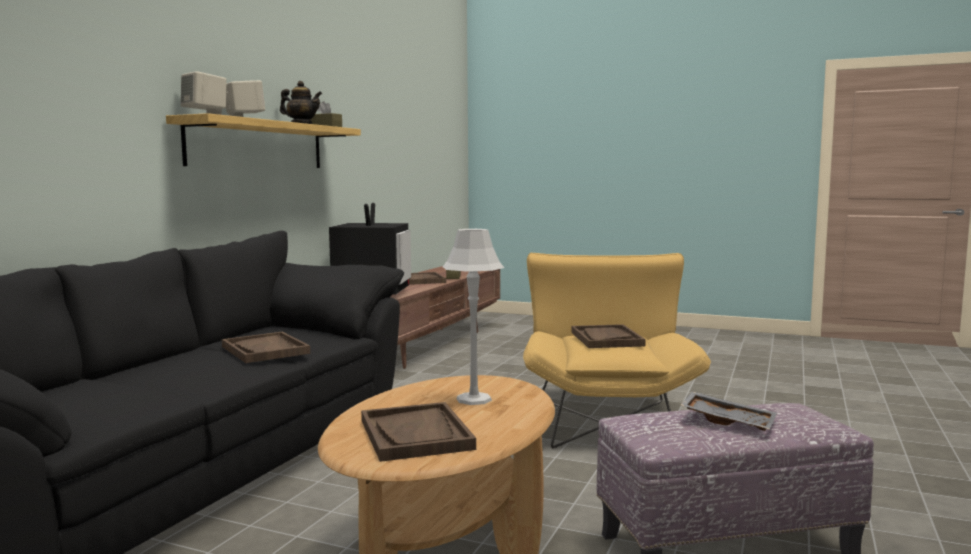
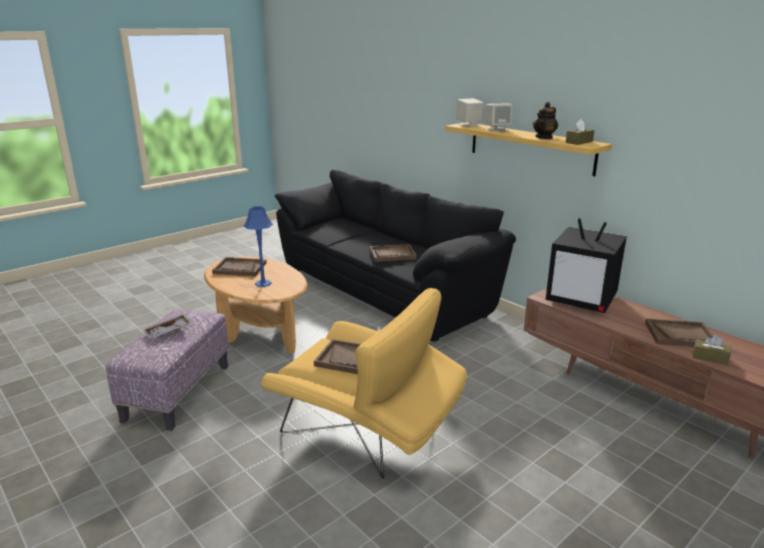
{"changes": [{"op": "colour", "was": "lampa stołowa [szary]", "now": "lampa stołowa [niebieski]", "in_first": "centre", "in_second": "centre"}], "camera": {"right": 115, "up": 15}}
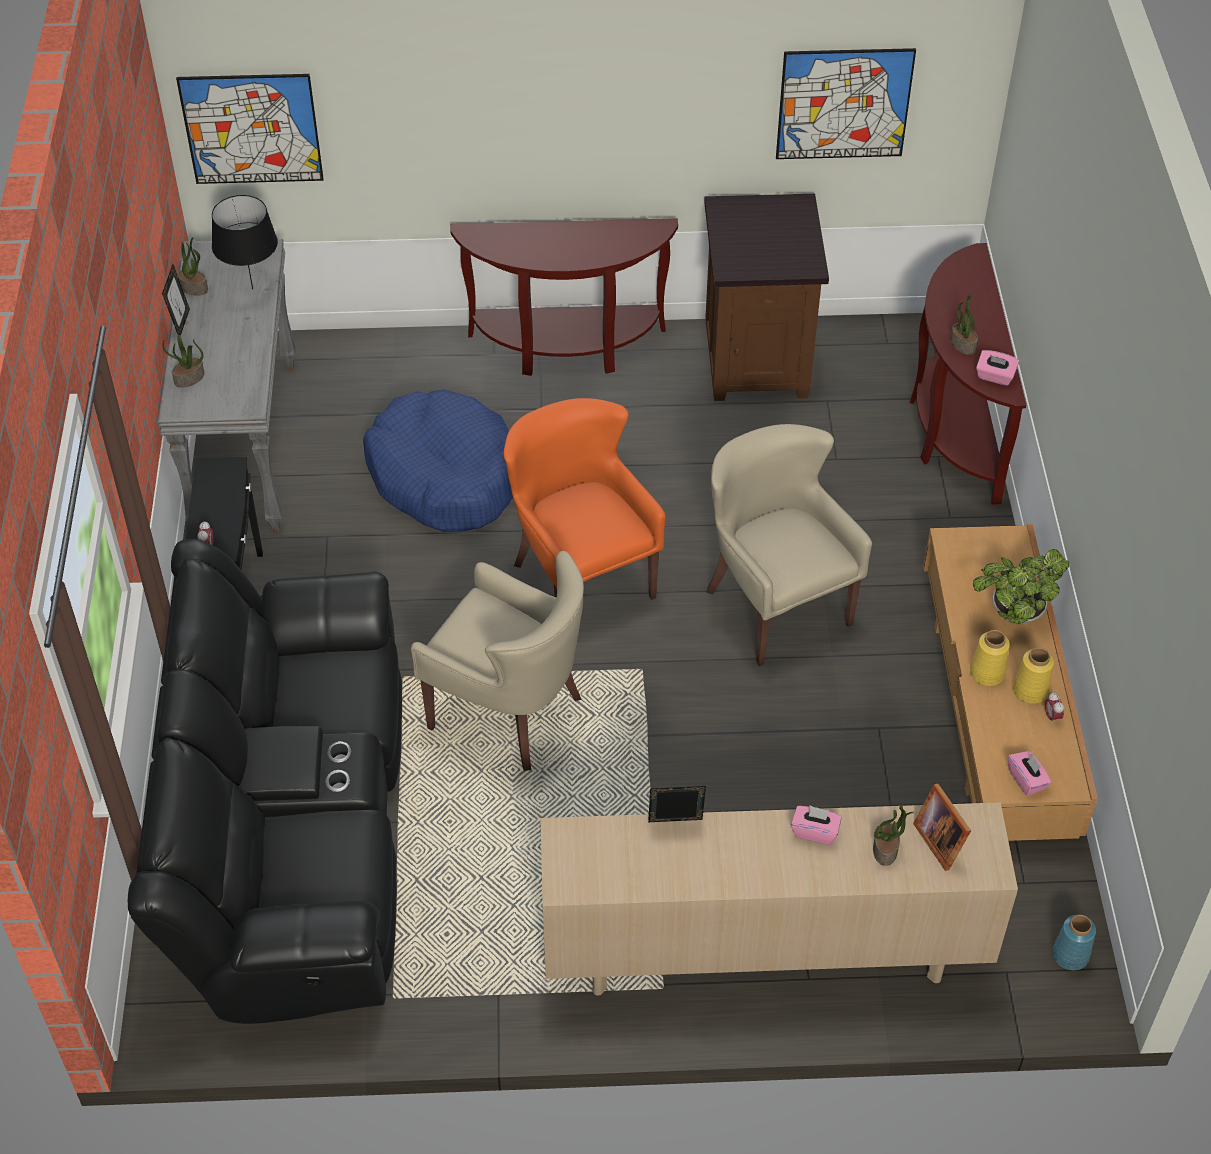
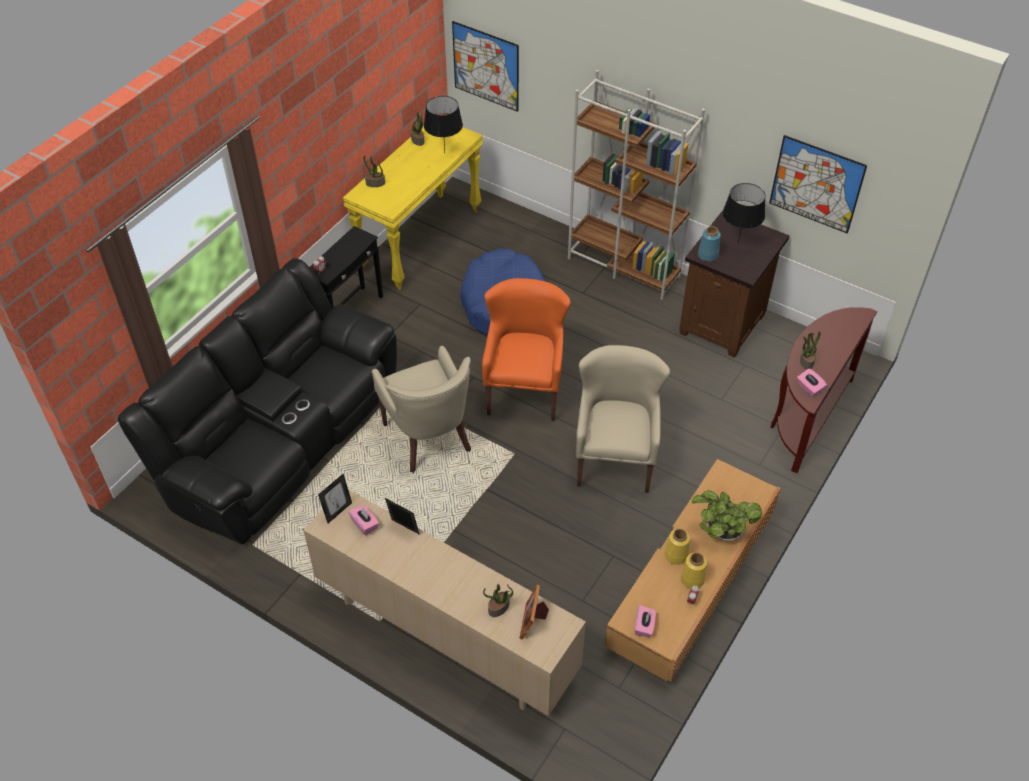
{"changes": [{"op": "relocated", "was": "ramka na zdjęcie (no. 1 from left)", "in_first": "top left", "in_second": "middle left"}, {"op": "colour", "was": "stolik konsolowy [szary]", "now": "stolik konsolowy [żółty]", "in_first": "middle left", "in_second": "top centre"}, {"op": "relocated", "was": "pudełko chusteczek [różowy] (no. 1 from left)", "in_first": "bottom right", "in_second": "centre"}, {"op": "exchanged", "was": "stolik konsolowy [brązowy] (no. 1 from left)", "now": "regał [brązowy]", "in_first": "top centre", "in_second": "top centre"}, {"op": "relocated", "was": "wazon [niebieski]", "in_first": "bottom right", "in_second": "top right"}, {"op": "appeared", "now": "lampa stołowa [czarny] (no. 2 from left)", "in_second": "top right"}], "camera": {"right": 35, "up": 0}}
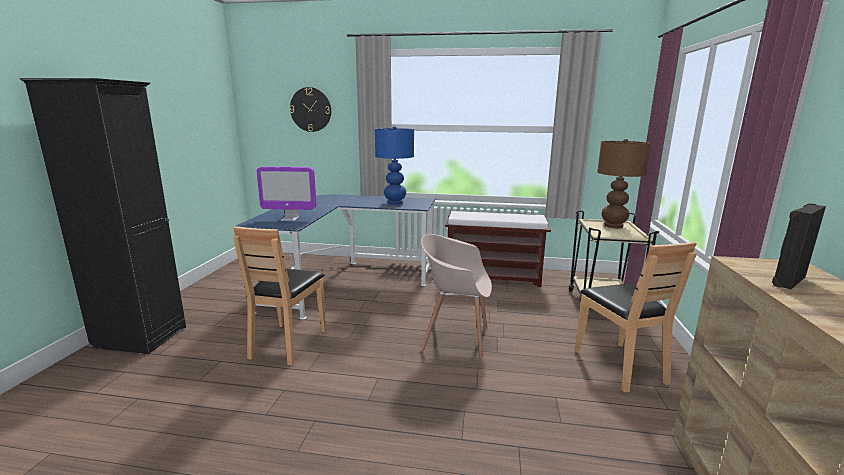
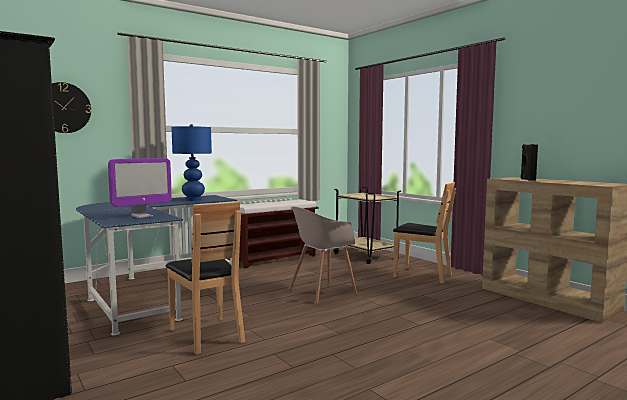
{"changes": [{"op": "missing", "was": "lampa stołowa [brązowy]", "in_first": "middle right"}], "camera": {"right": -45, "up": -10}}
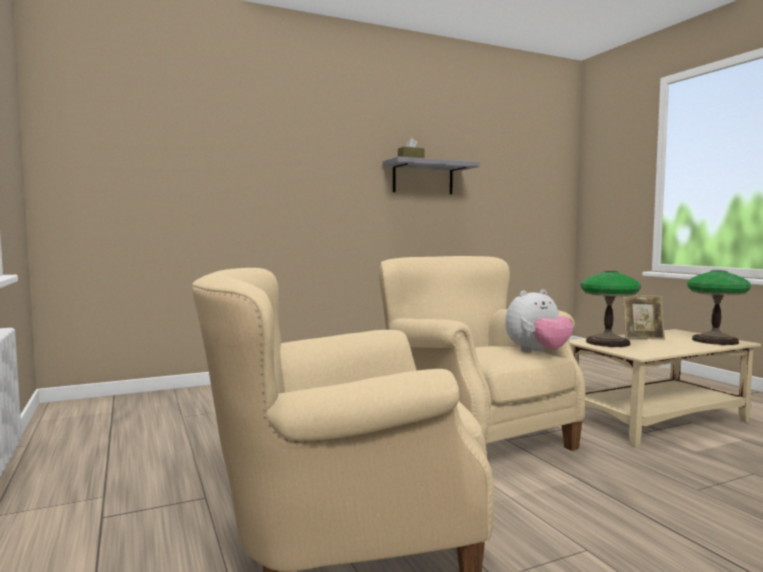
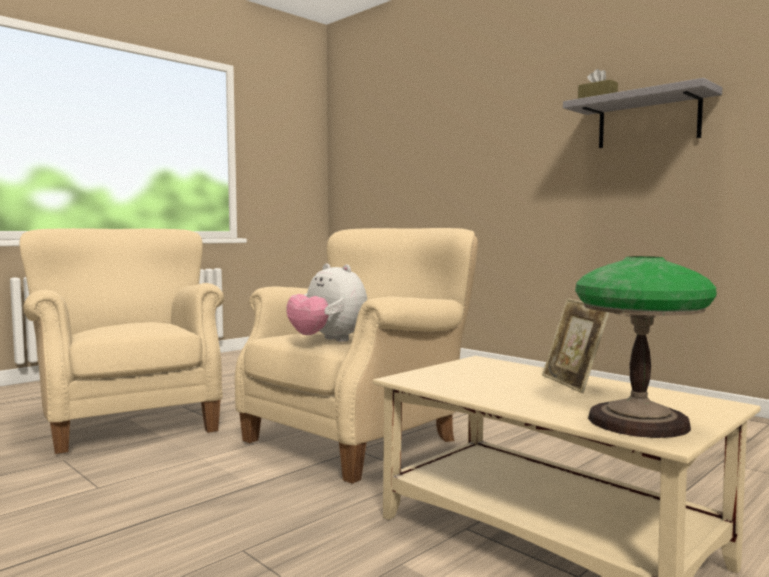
{"changes": [{"op": "missing", "was": "lampa stołowa (no. 1 from left)", "in_first": "middle right"}], "camera": {"right": 70, "up": 0}}
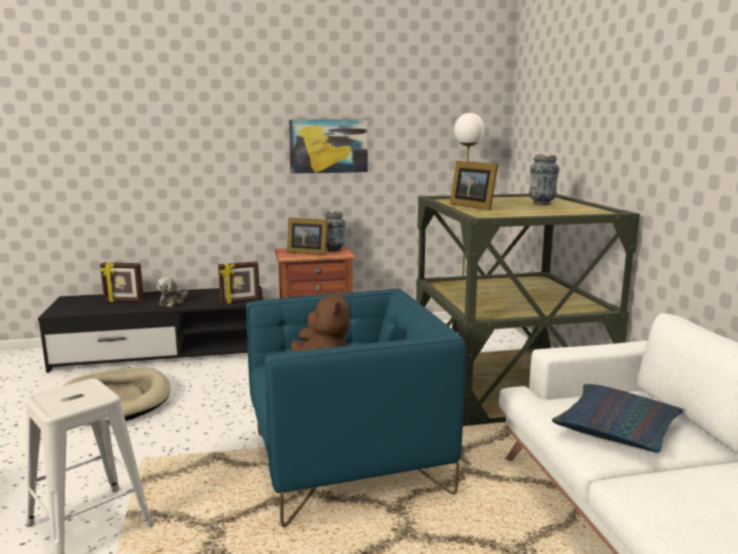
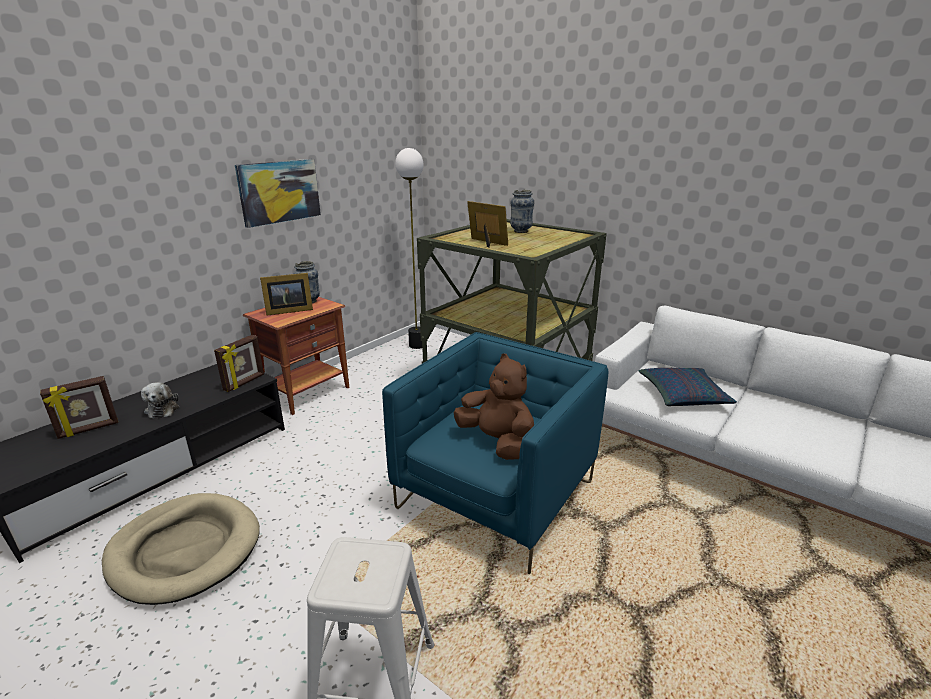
{"changes": [{"op": "spun", "was": "ramka na zdjęcie (no. 4 from left)", "in_first": "centre", "in_second": "top centre", "clockwise": -150}], "camera": {"right": -40, "up": 10}}
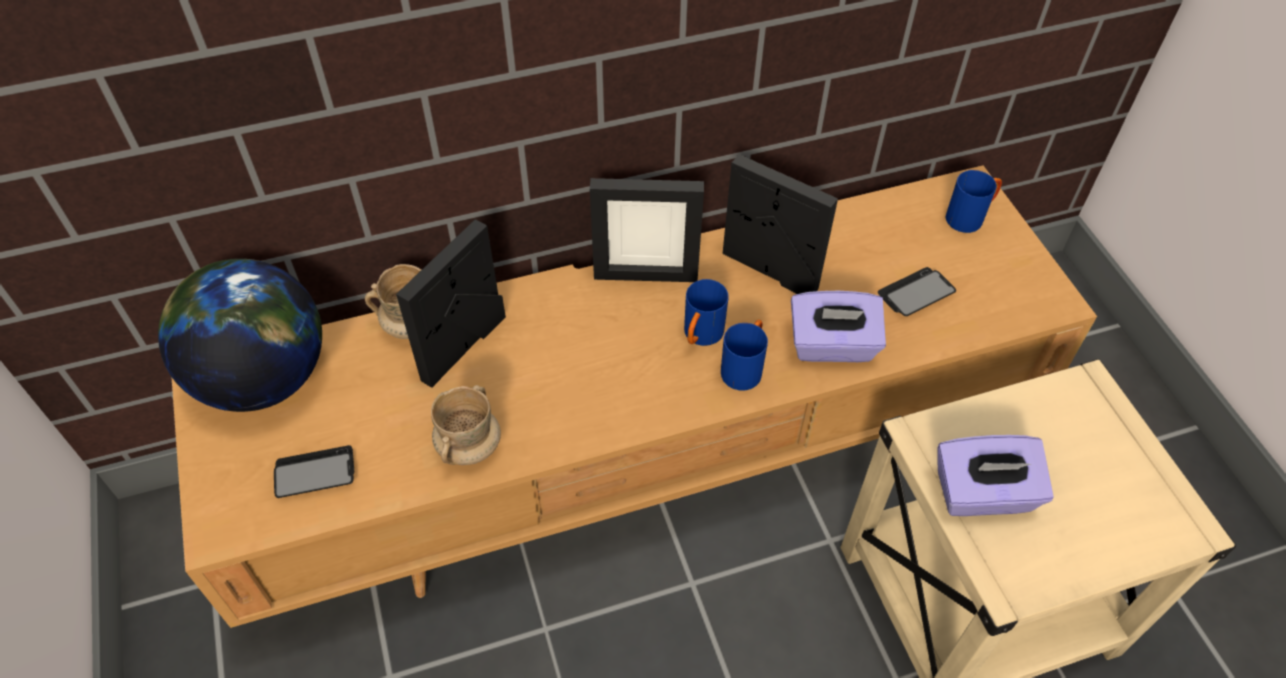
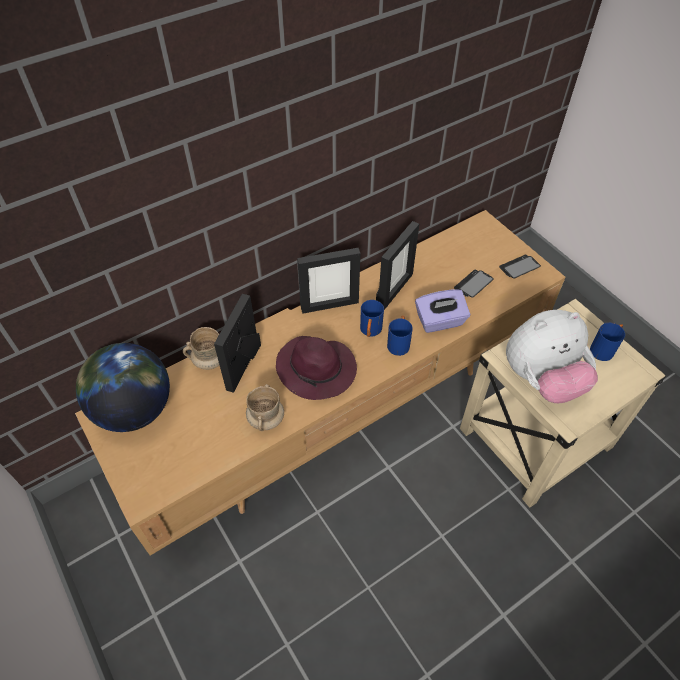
{"changes": [{"op": "appeared", "now": "kapelusz [fioletowy]", "in_second": "centre"}, {"op": "spun", "was": "ramka na zdjęcie (no. 3 from left)", "in_first": "top centre", "in_second": "centre", "clockwise": 105}, {"op": "relocated", "was": "telefon (no. 1 from left in the first image)", "now": "telefon (no. 2 from left)", "in_first": "bottom left", "in_second": "middle right"}, {"op": "exchanged", "was": "pudełko chusteczek [fioletowy] (no. 2 from left)", "now": "pluszak", "in_first": "bottom right", "in_second": "middle right"}, {"op": "relocated", "was": "kubek [niebieski] (no. 3 from left)", "in_first": "top right", "in_second": "middle right"}], "camera": {"right": -15, "up": 0}}
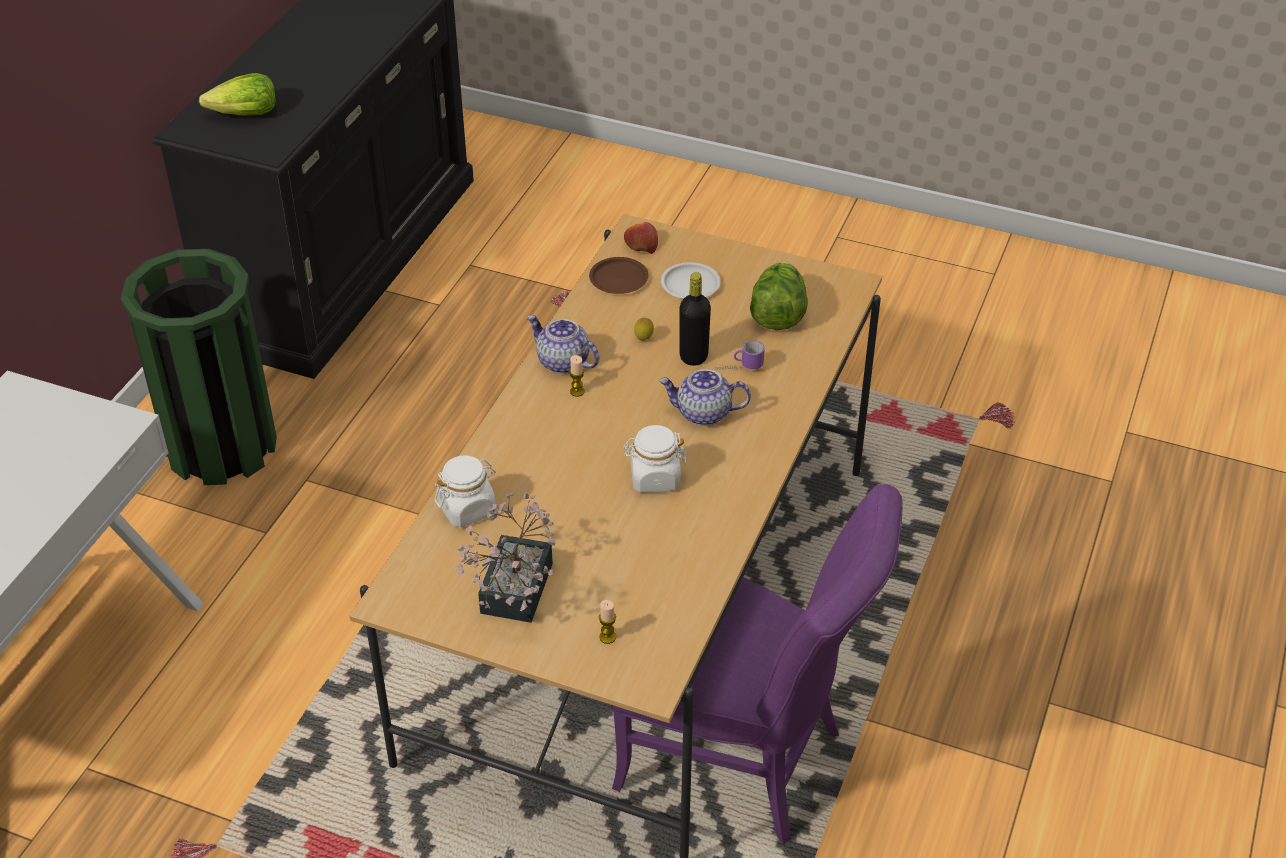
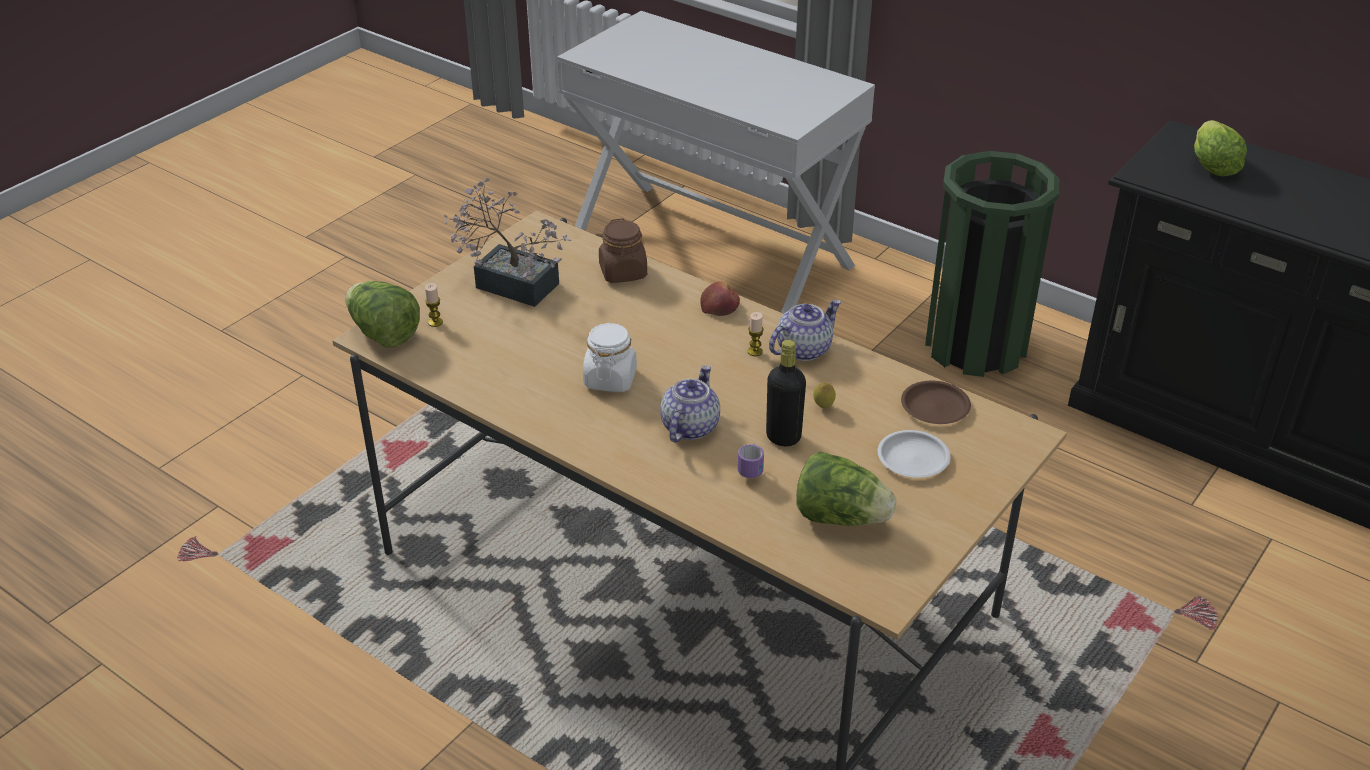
{"changes": [{"op": "appeared", "now": "sałata (no. 1 from left)", "in_second": "middle left"}, {"op": "colour", "was": "słoik [biały] (no. 1 from left)", "now": "słoik [brązowy]", "in_first": "centre", "in_second": "top centre"}, {"op": "relocated", "was": "jabłko", "in_first": "top centre", "in_second": "centre"}, {"op": "missing", "was": "krzesło [fioletowy]", "in_first": "bottom centre"}], "camera": {"right": 105, "up": -5}}
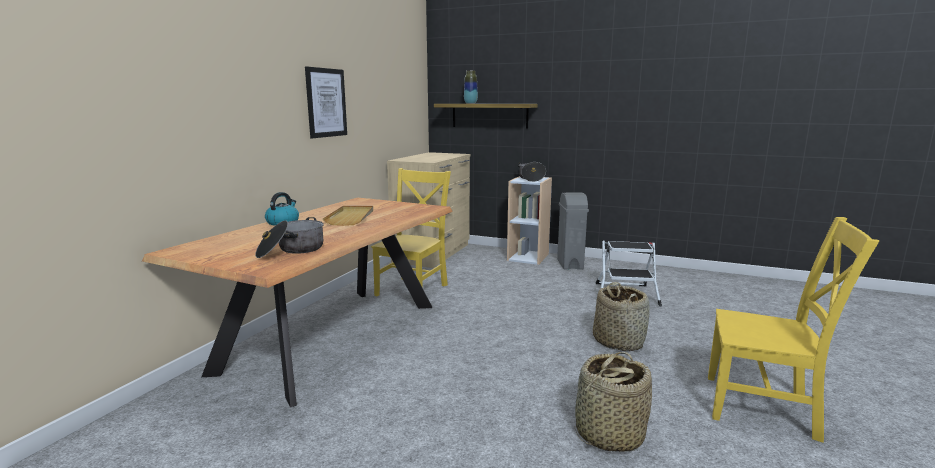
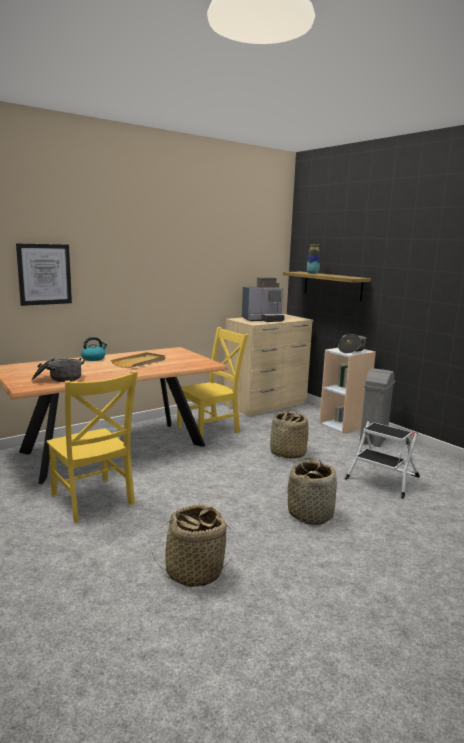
{"changes": [{"op": "relocated", "was": "obraz", "in_first": "top centre", "in_second": "middle left"}, {"op": "relocated", "was": "krzesło [żółty] (no. 2 from left in the first image)", "now": "krzesło [żółty] (no. 1 from left)", "in_first": "bottom right", "in_second": "middle left"}, {"op": "appeared", "now": "ekspres do kawy", "in_second": "centre"}, {"op": "appeared", "now": "koszyk (no. 2 from left)", "in_second": "centre"}], "camera": {"right": 30, "up": 0}}
